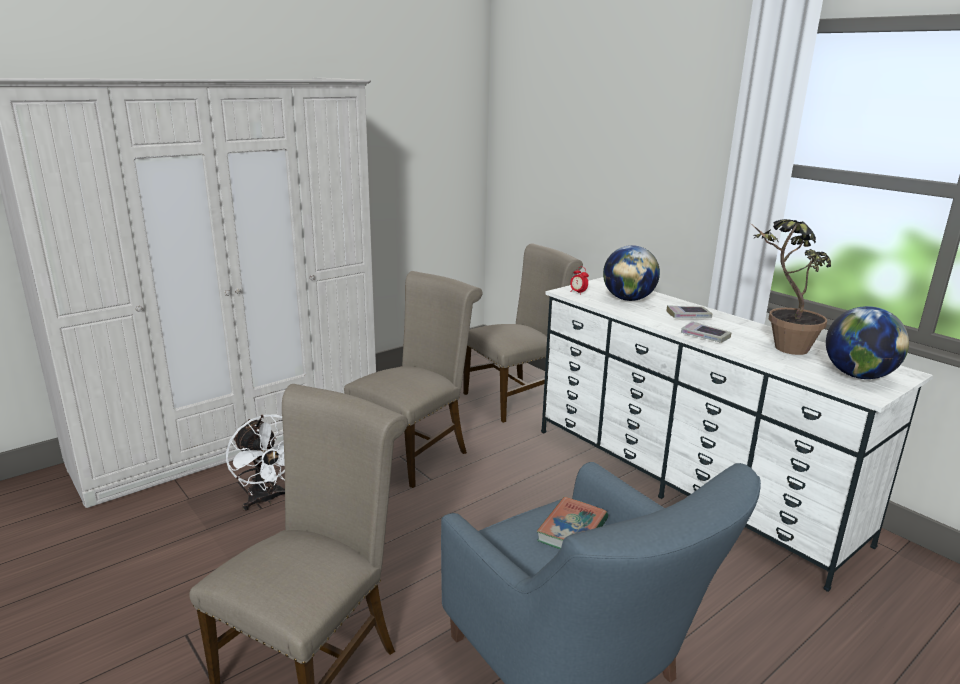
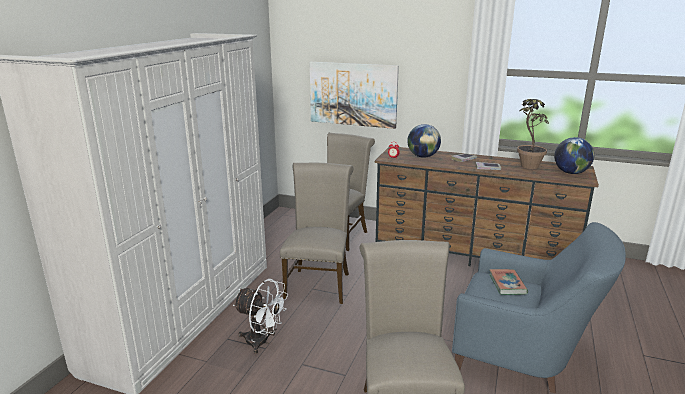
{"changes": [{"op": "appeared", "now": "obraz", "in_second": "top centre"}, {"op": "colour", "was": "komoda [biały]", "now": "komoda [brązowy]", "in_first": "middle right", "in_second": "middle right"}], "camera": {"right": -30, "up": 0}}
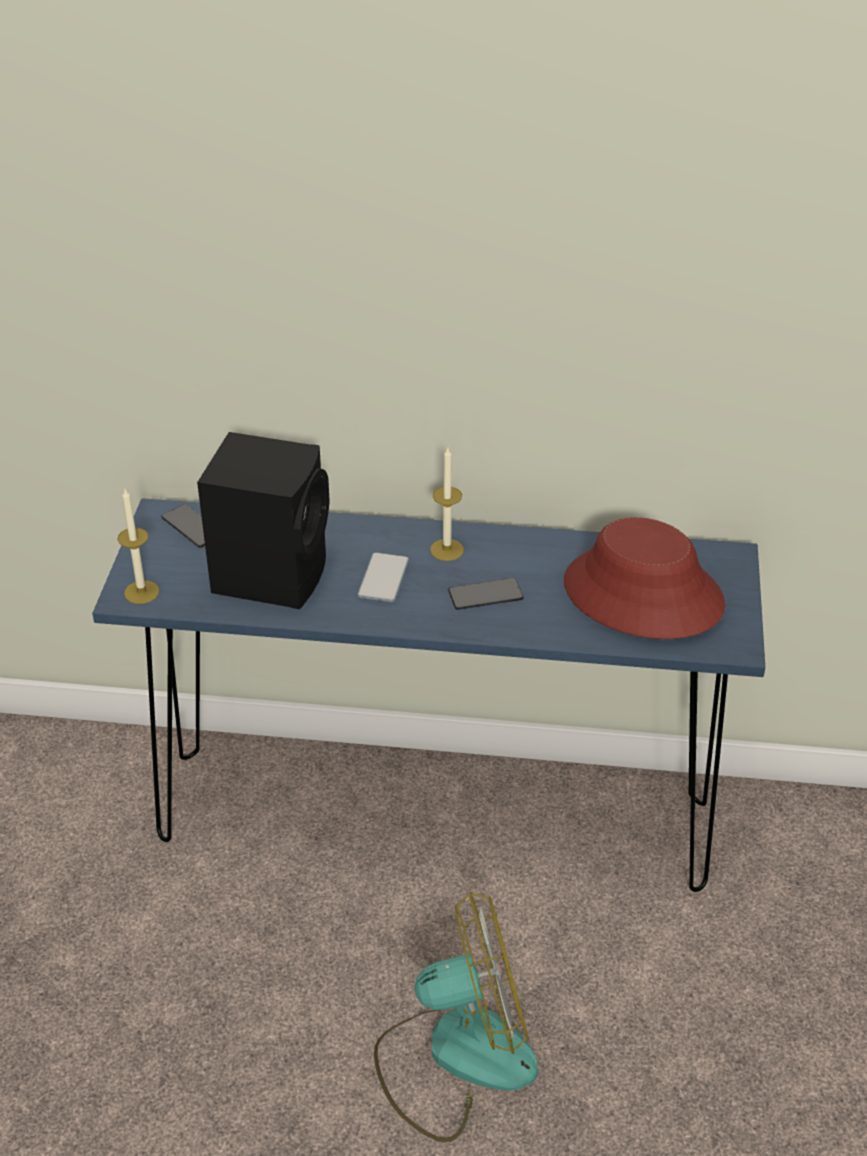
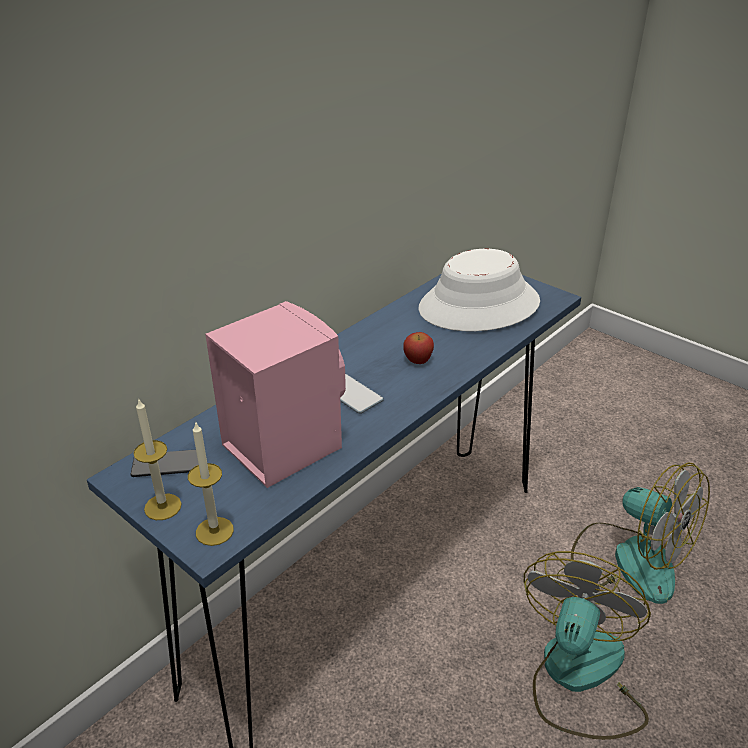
{"changes": [{"op": "relocated", "was": "świeca (no. 2 from left in the first image)", "now": "świeca (no. 1 from left)", "in_first": "centre", "in_second": "middle left"}, {"op": "colour", "was": "głośnik [czarny]", "now": "głośnik [różowy]", "in_first": "middle left", "in_second": "centre"}, {"op": "exchanged", "was": "telefon (no. 3 from left)", "now": "jabłko", "in_first": "centre", "in_second": "centre"}, {"op": "colour", "was": "kapelusz [czerwony]", "now": "kapelusz [biały]", "in_first": "middle right", "in_second": "centre"}, {"op": "appeared", "now": "wentylator (no. 2 from left)", "in_second": "bottom right"}], "camera": {"right": -55, "up": -5}}
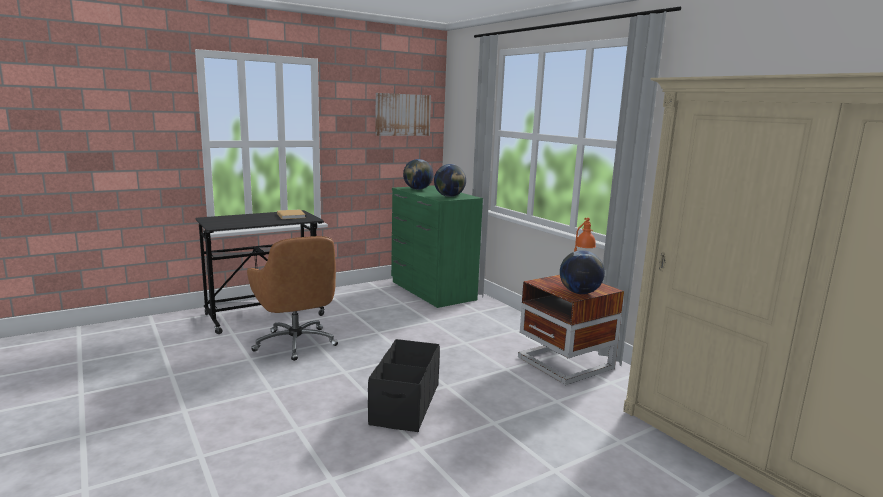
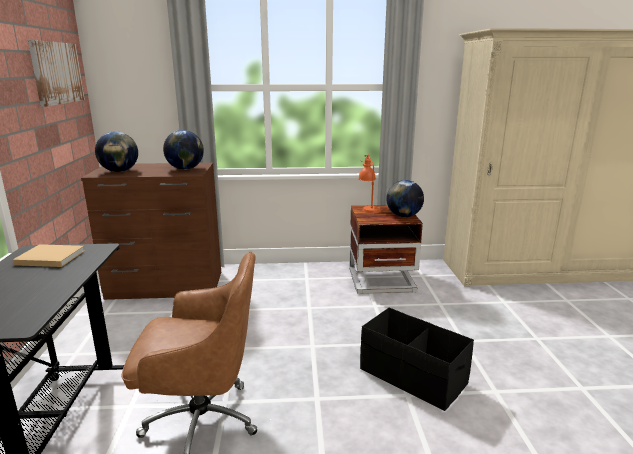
{"changes": [{"op": "colour", "was": "komoda [zielony]", "now": "komoda [brązowy]", "in_first": "centre", "in_second": "middle left"}], "camera": {"right": -60, "up": 5}}
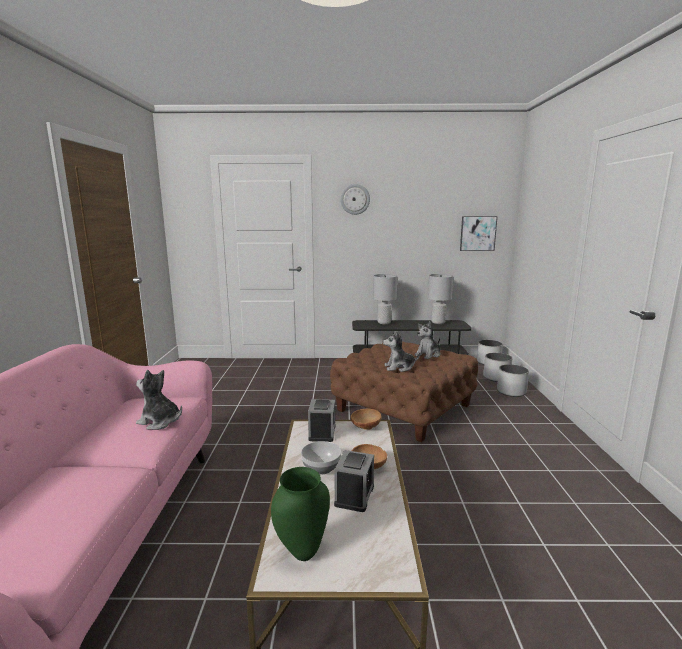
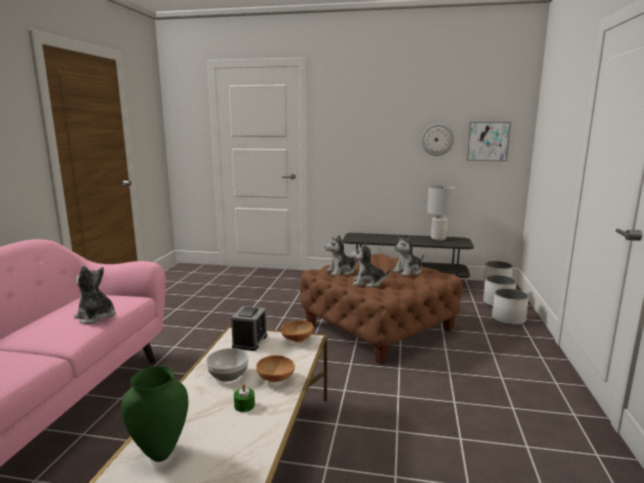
{"changes": [{"op": "exchanged", "was": "budzik (no. 2 from left)", "now": "świeca [zielony]", "in_first": "bottom centre", "in_second": "bottom centre"}, {"op": "appeared", "now": "pluszak (no. 2 from left)", "in_second": "centre"}, {"op": "relocated", "was": "zegar ścienny", "in_first": "top centre", "in_second": "top right"}, {"op": "missing", "was": "lampa stołowa [szary] (no. 1 from left)", "in_first": "centre"}], "camera": {"right": 10, "up": 0}}
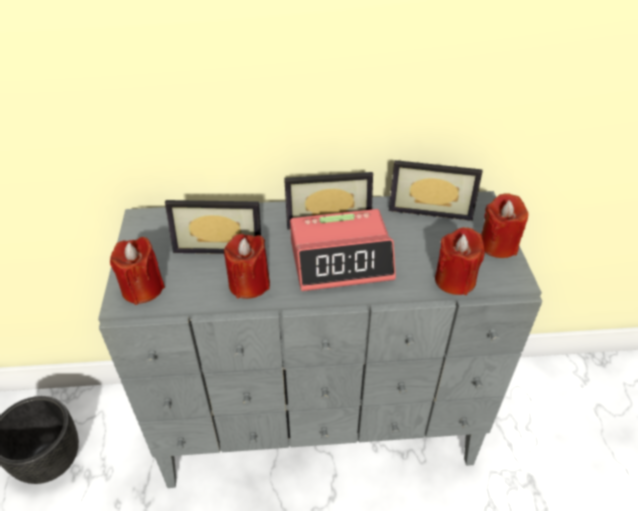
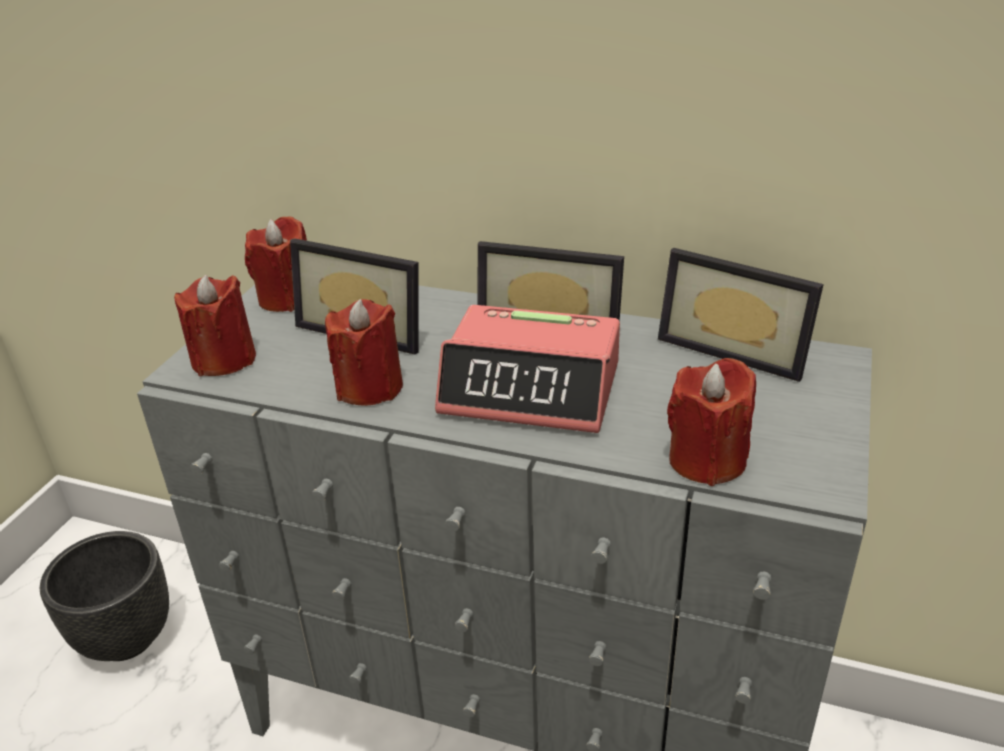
{"changes": [{"op": "relocated", "was": "świeca [czerwony] (no. 4 from left in the first image)", "now": "świeca [czerwony] (no. 2 from left)", "in_first": "middle right", "in_second": "middle left"}], "camera": {"right": 25, "up": -10}}
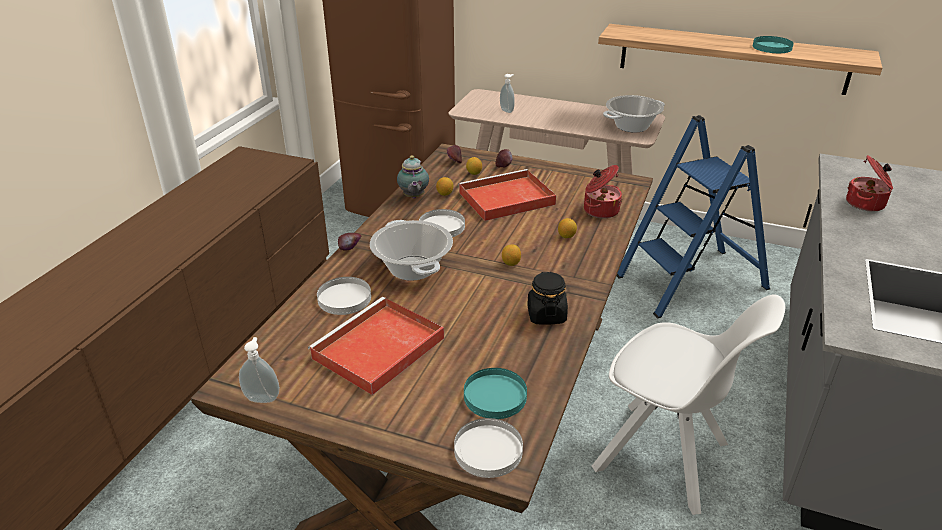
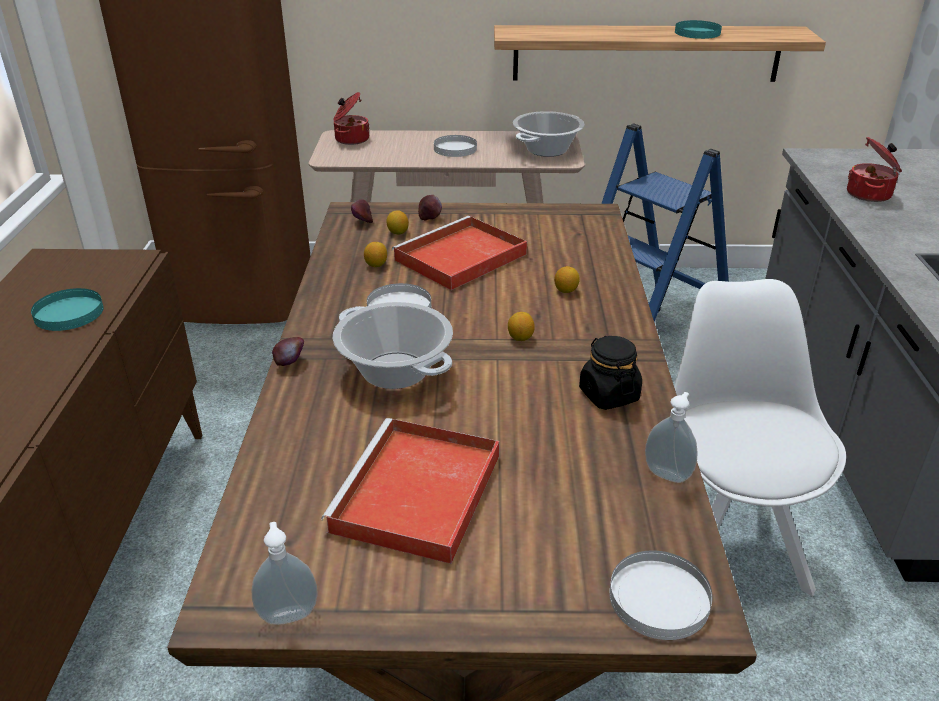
{"changes": [{"op": "relocated", "was": "talerz [turkusowy] (no. 1 from left)", "in_first": "bottom centre", "in_second": "middle left"}, {"op": "relocated", "was": "garnek (no. 2 from left in the first image)", "now": "garnek (no. 1 from left)", "in_first": "centre", "in_second": "top centre"}, {"op": "relocated", "was": "talerz [biały] (no. 1 from left in the first image)", "now": "talerz [biały] (no. 2 from left)", "in_first": "centre", "in_second": "top centre"}, {"op": "relocated", "was": "dozownik mydła (no. 2 from left)", "in_first": "top centre", "in_second": "middle right"}, {"op": "spun", "was": "krzesło [biały]", "in_first": "bottom right", "in_second": "middle right", "clockwise": -105}, {"op": "missing", "was": "imbryk", "in_first": "top centre"}], "camera": {"right": -20, "up": 0}}
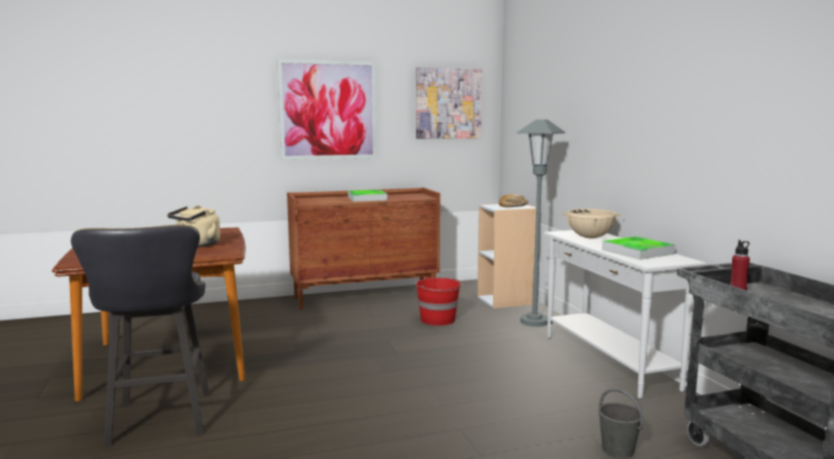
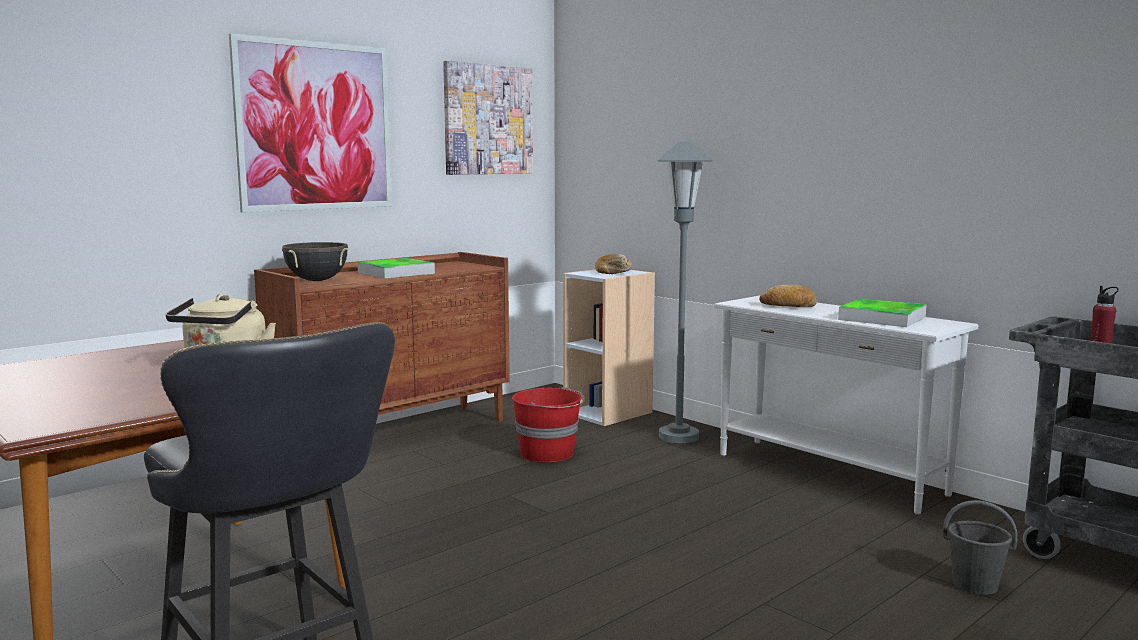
{"changes": [{"op": "appeared", "now": "garnek [czarny]", "in_second": "middle left"}, {"op": "exchanged", "was": "garnek [beżowy]", "now": "chleb (no. 2 from left)", "in_first": "middle right", "in_second": "middle right"}], "camera": {"right": -25, "up": 0}}
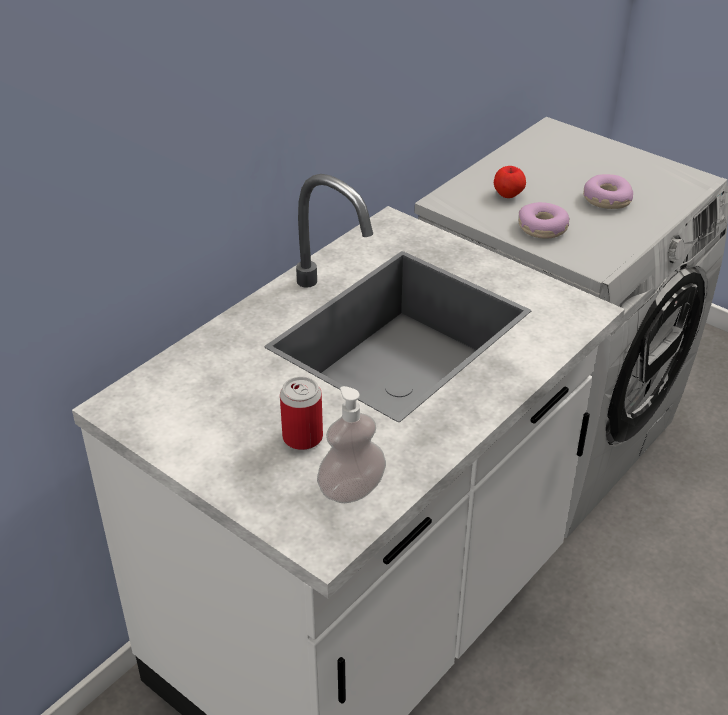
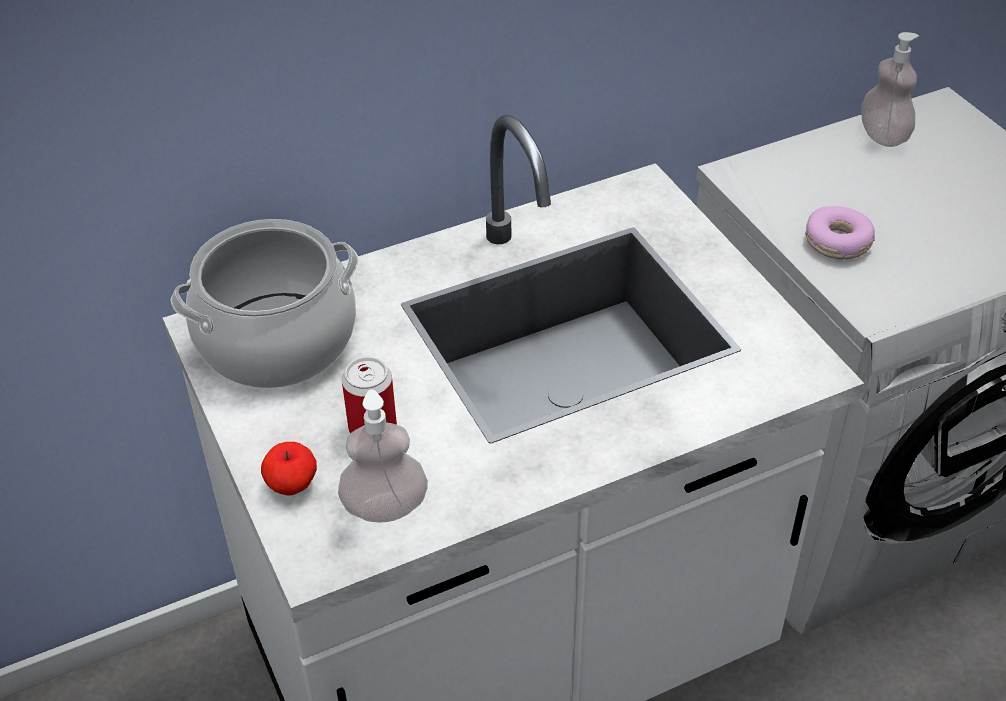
{"changes": [{"op": "appeared", "now": "garnek", "in_second": "middle left"}, {"op": "relocated", "was": "jabłko", "in_first": "top right", "in_second": "bottom left"}, {"op": "appeared", "now": "dozownik mydła (no. 2 from left)", "in_second": "top right"}, {"op": "missing", "was": "donut (no. 2 from left)", "in_first": "top right"}], "camera": {"right": 25, "up": 5}}
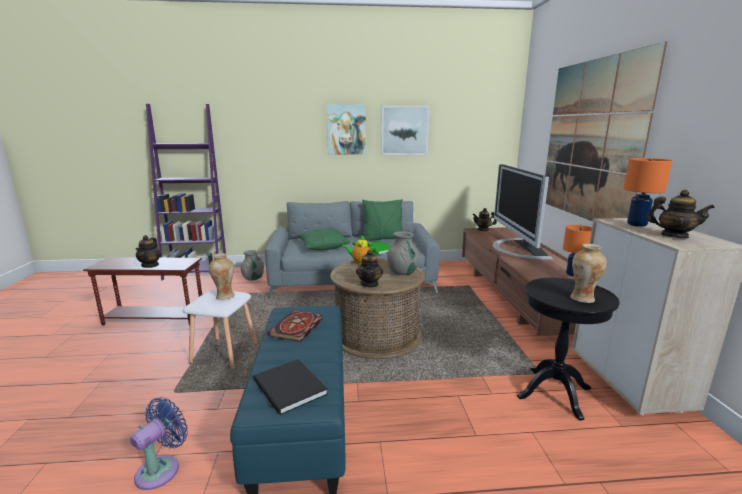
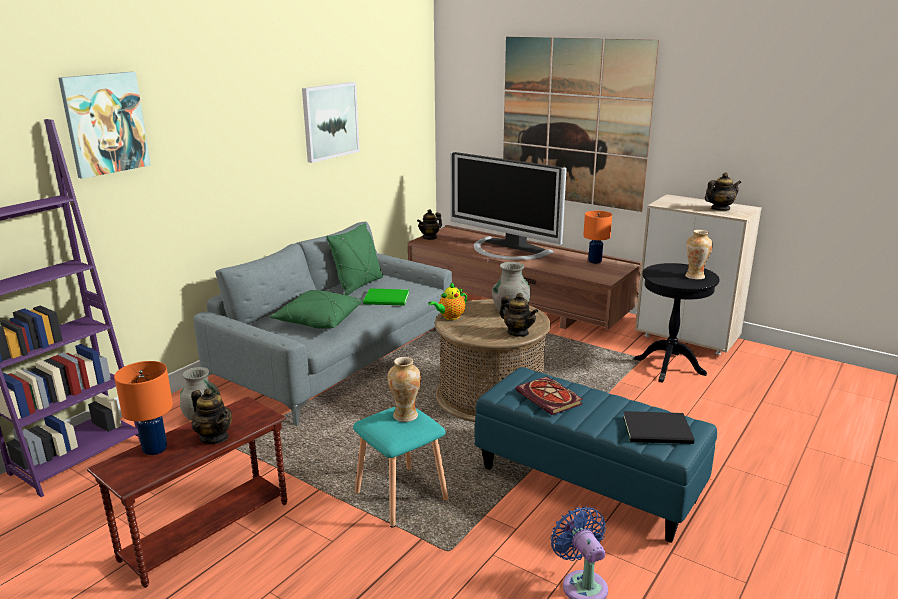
{"changes": [{"op": "relocated", "was": "obraz (no. 1 from left)", "in_first": "top centre", "in_second": "top left"}, {"op": "relocated", "was": "lampa stołowa [pomarańczowy] (no. 2 from left in the first image)", "now": "lampa stołowa [pomarańczowy] (no. 1 from left)", "in_first": "middle right", "in_second": "bottom left"}, {"op": "colour", "was": "stołek [biały]", "now": "stołek [turkusowy]", "in_first": "middle left", "in_second": "bottom centre"}], "camera": {"right": -50, "up": 5}}
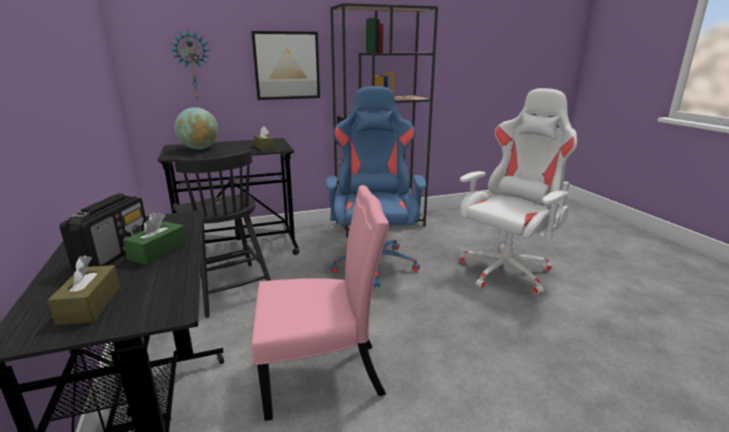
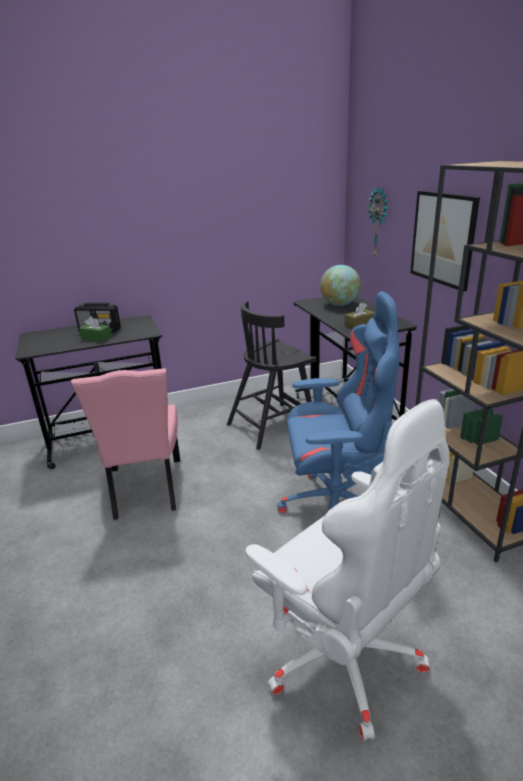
{"changes": [{"op": "missing", "was": "pudełko chusteczek [brązowy] (no. 1 from left)", "in_first": "bottom left"}], "camera": {"right": 90, "up": 5}}
